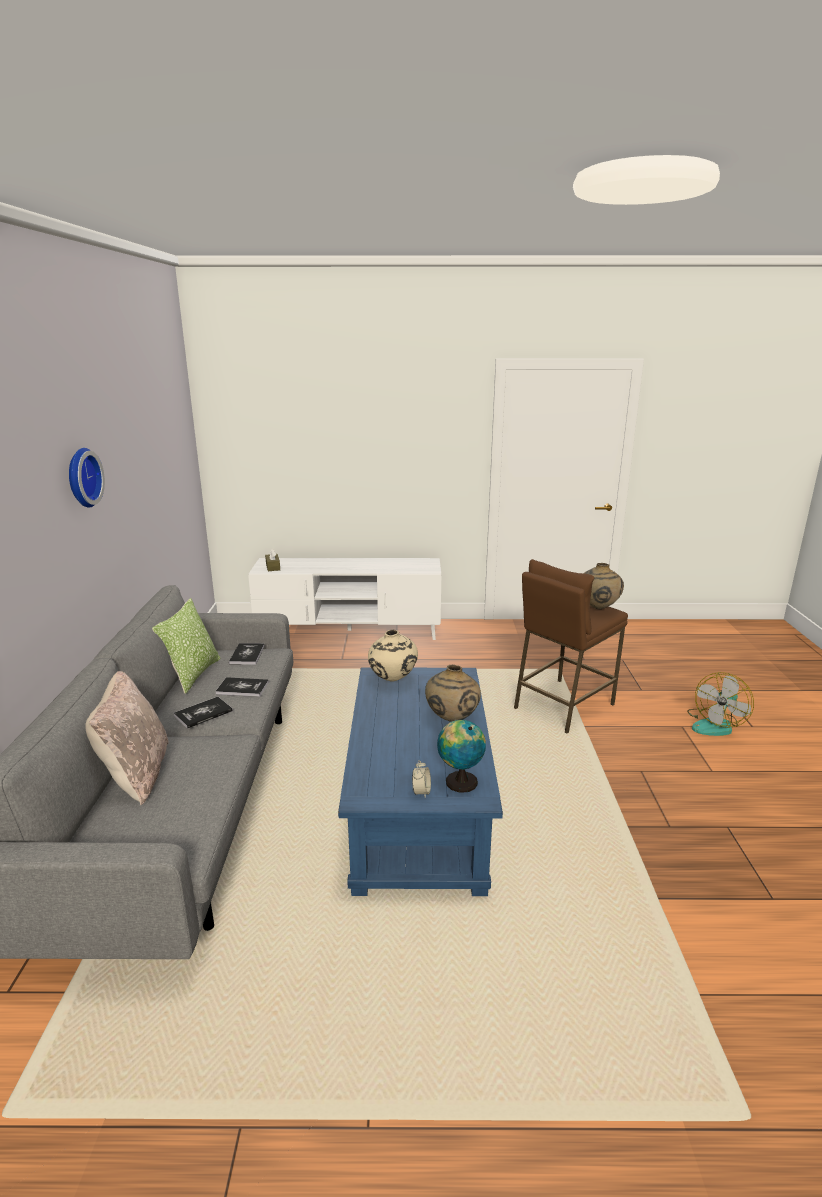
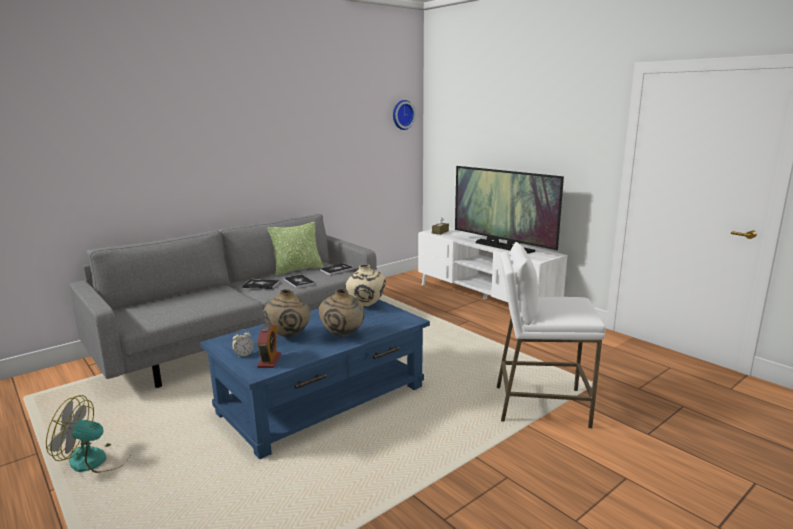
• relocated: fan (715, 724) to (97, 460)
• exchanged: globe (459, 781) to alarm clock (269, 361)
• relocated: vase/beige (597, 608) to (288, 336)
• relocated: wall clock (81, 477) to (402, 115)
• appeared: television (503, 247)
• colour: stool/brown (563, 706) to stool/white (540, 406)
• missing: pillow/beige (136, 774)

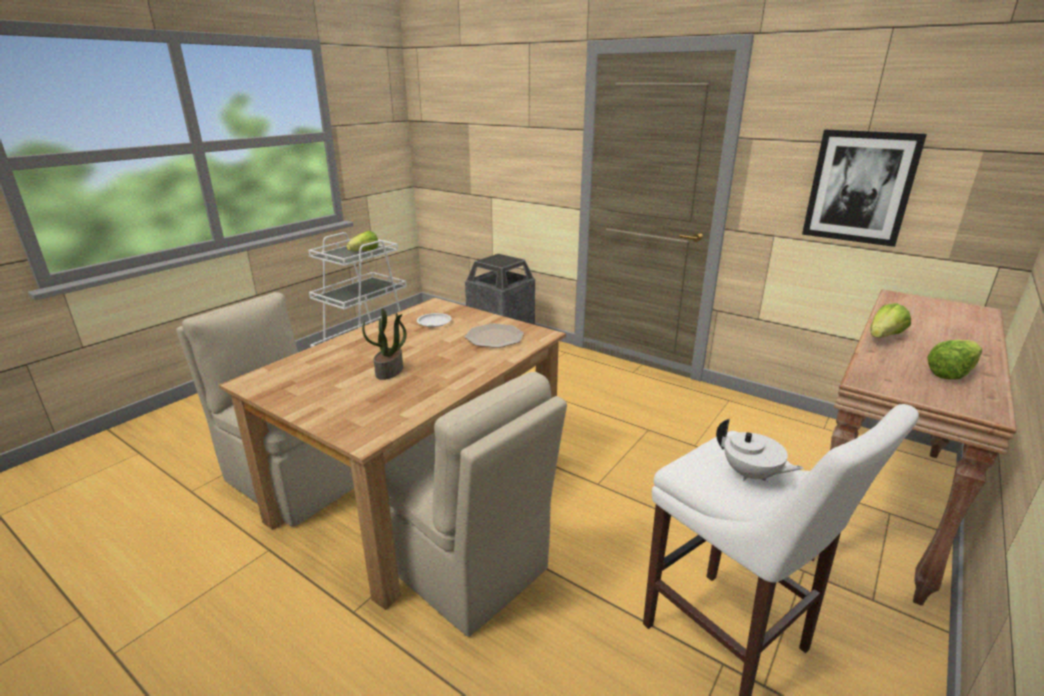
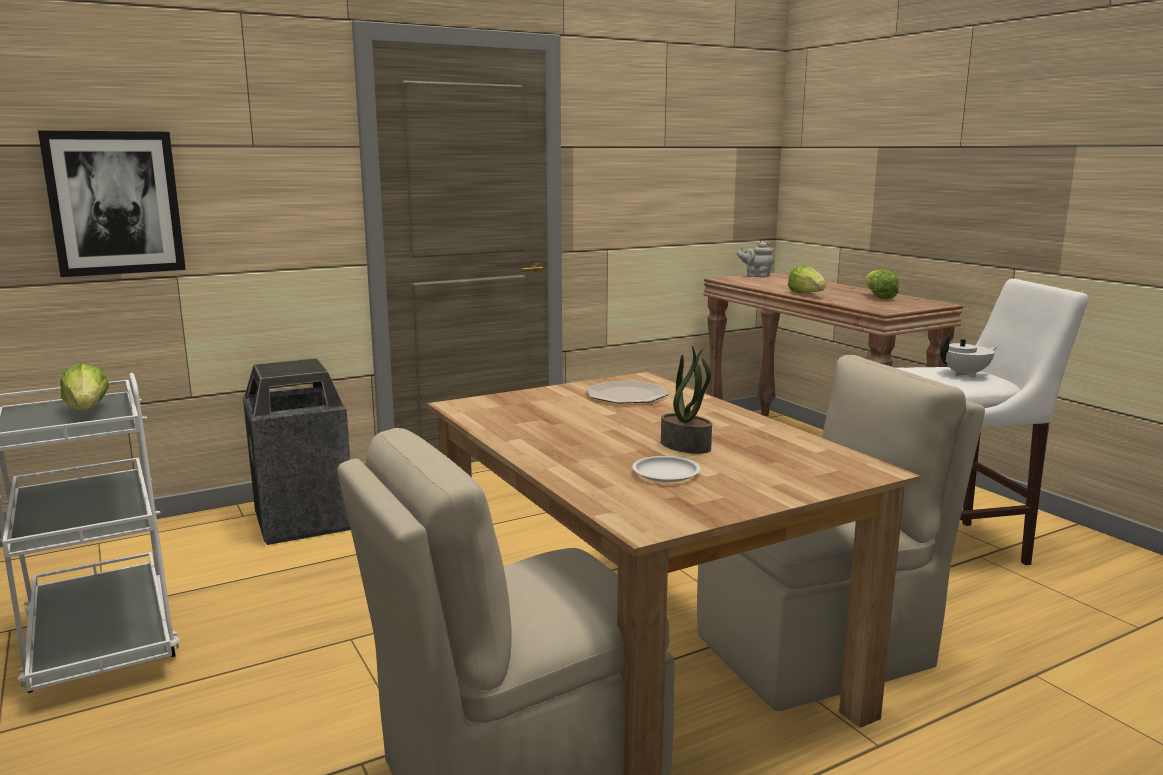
• relocated: picture (860, 187) to (115, 203)
• relocated: plate/white (434, 322) to (666, 473)
• appeared: teapot/grey (756, 276)

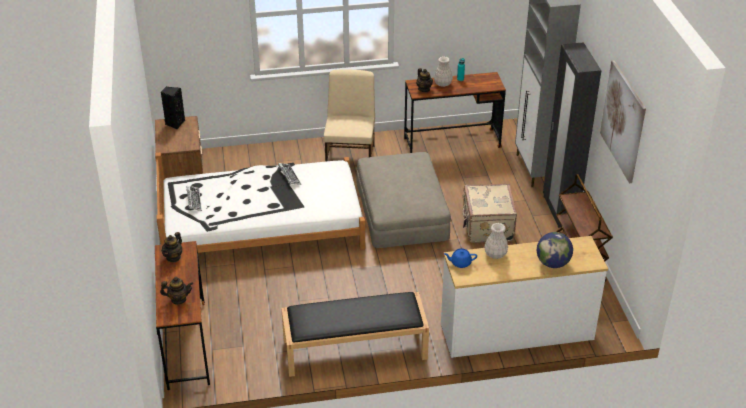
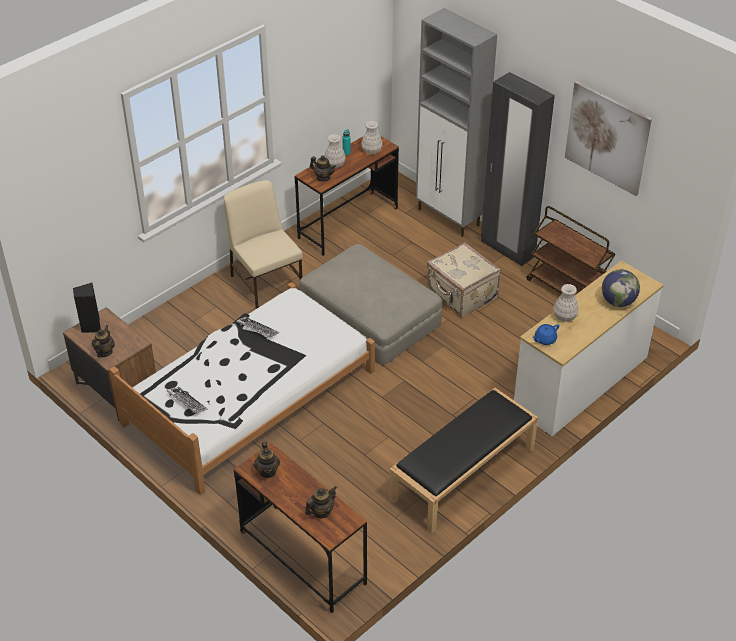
• appeared: teapot (104, 352)
• appeared: vase/white (371, 150)

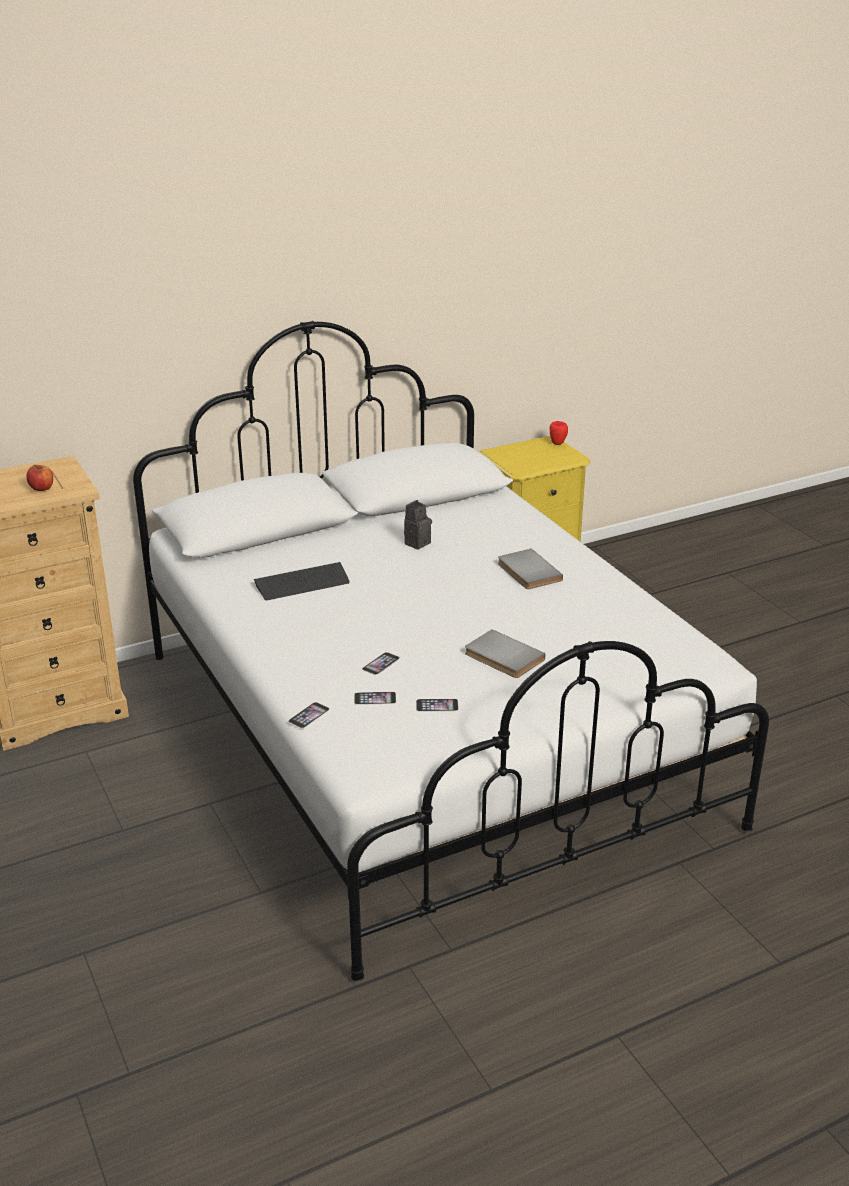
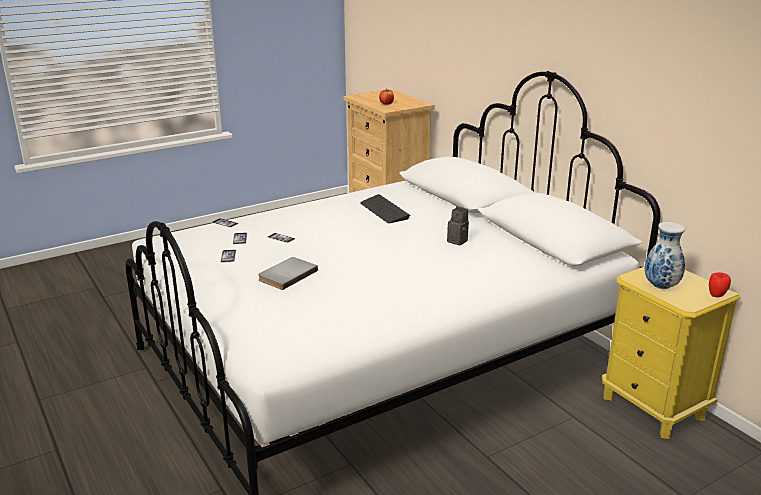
• appeared: vase (660, 286)
• missing: book/grey (527, 572)

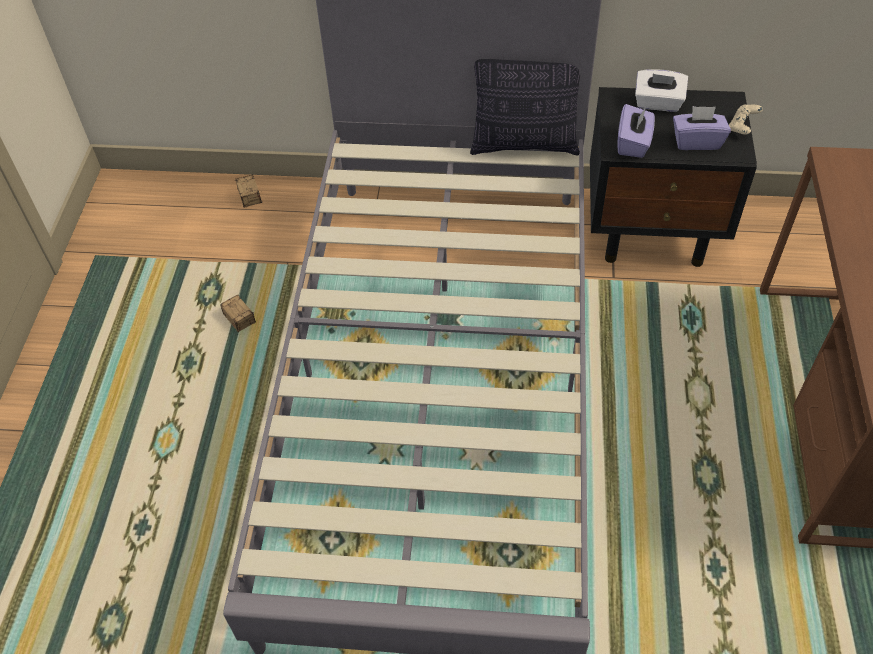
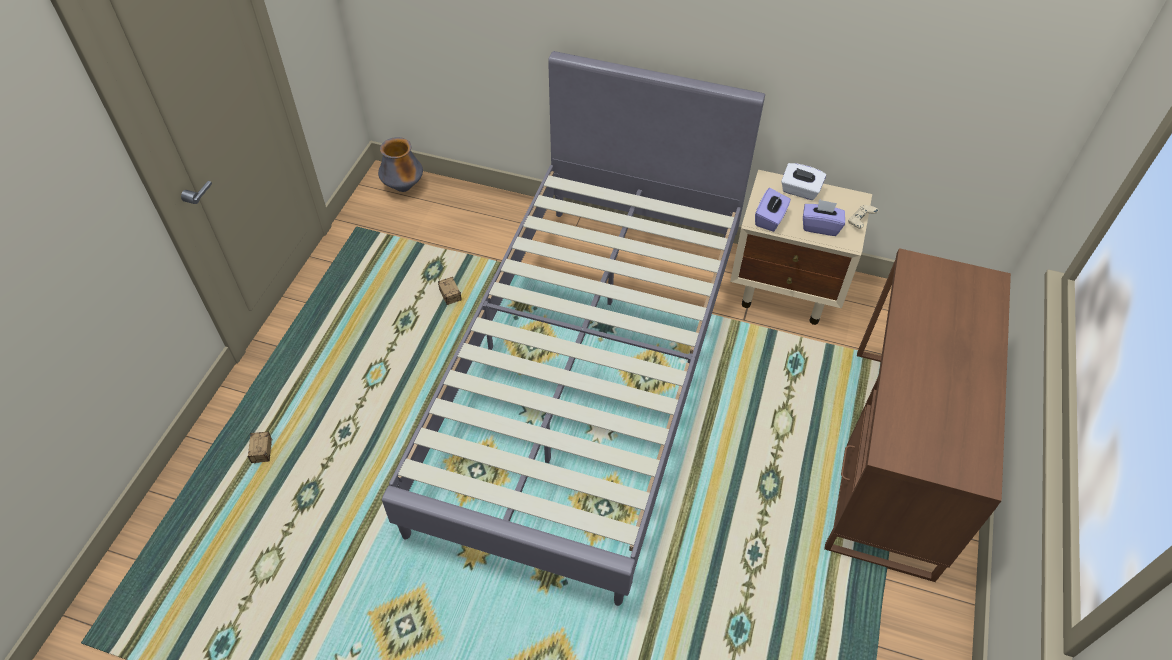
• relocated: storage box (254, 209) to (260, 467)
• appeared: vase (403, 187)
• colour: nightstand/black (653, 231) to nightstand/beige (787, 289)
• missing: pillow (524, 144)

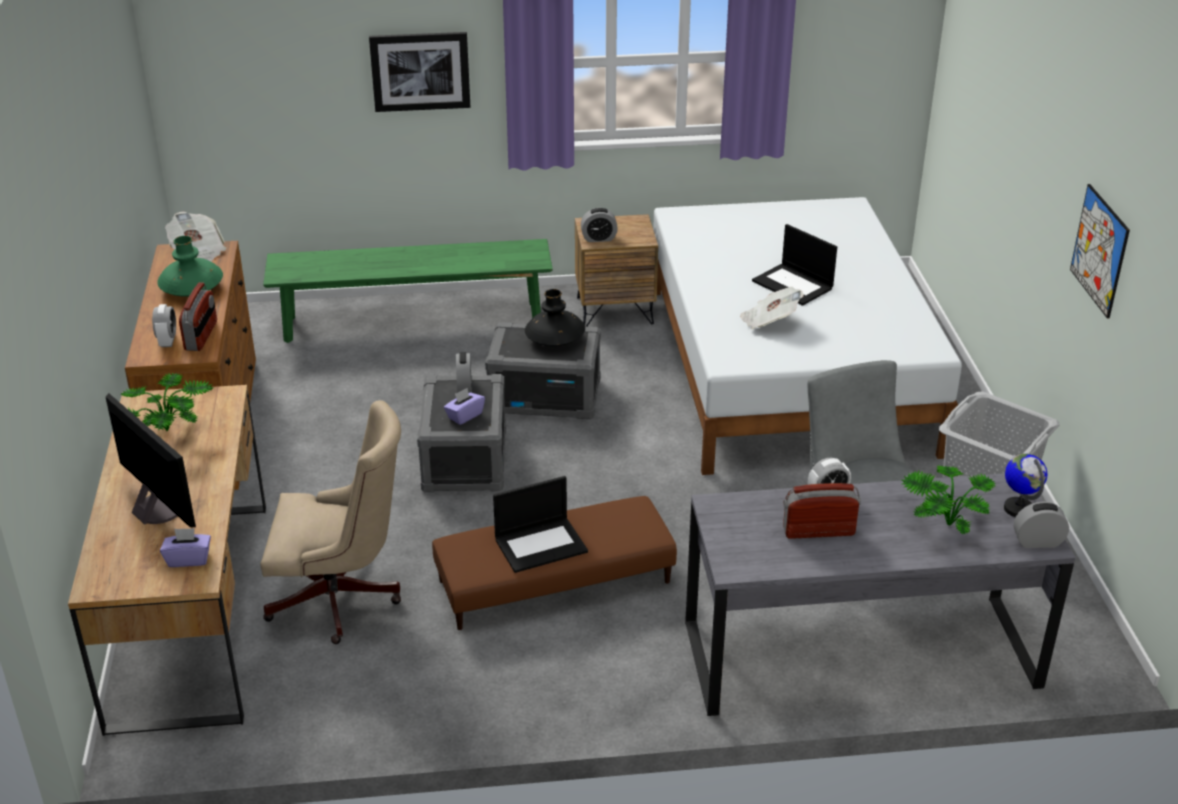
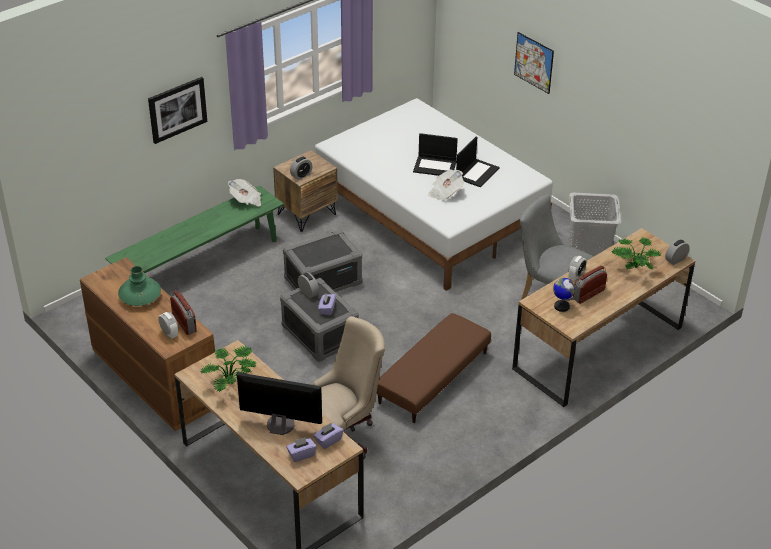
• relocated: newspaper (198, 252) to (246, 200)
• appeared: tissue box/purple (301, 454)
• relocated: laptop (541, 544) to (477, 173)
• colour: desk/grey (860, 654) to desk/brown (598, 348)
• relocated: picture (1099, 250) to (534, 62)
• relocated: globe (1018, 508) to (561, 306)
• missing: vase/black (555, 339)

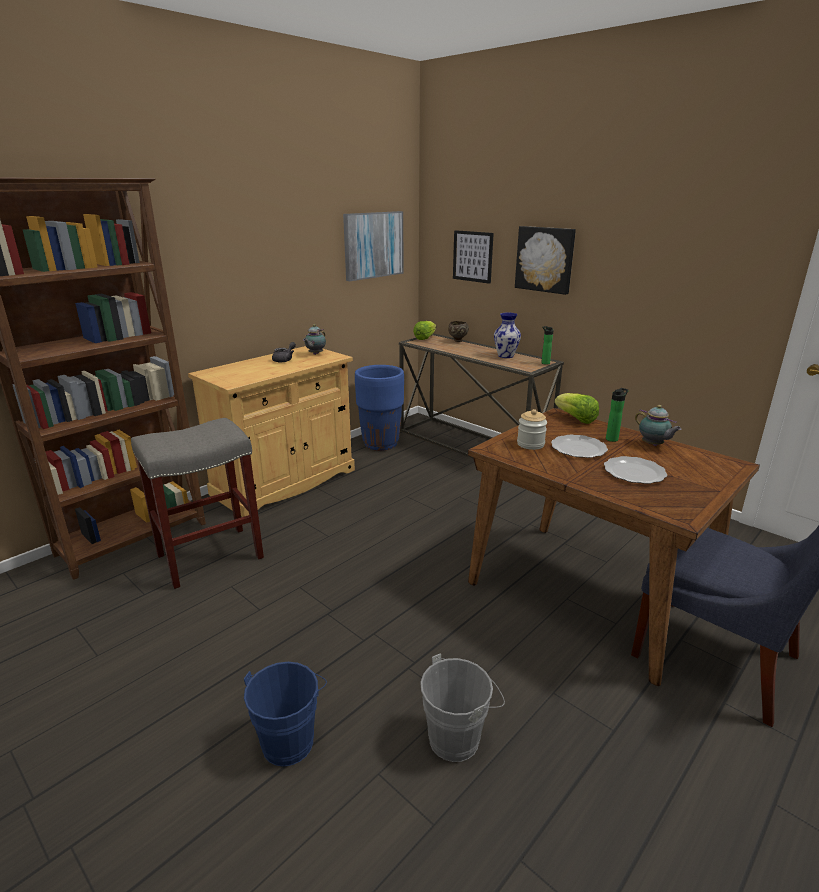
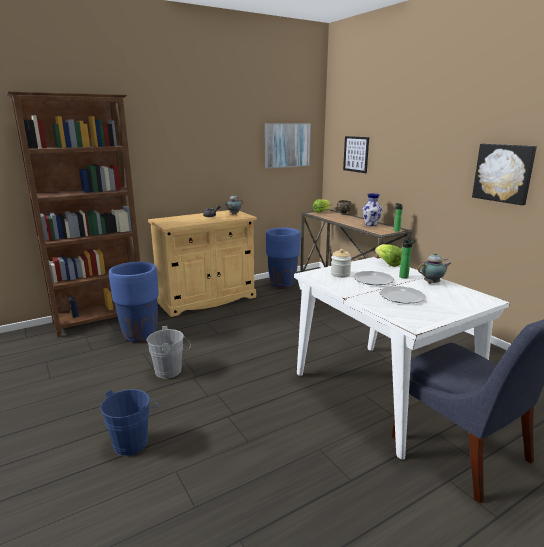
• exchanged: stool/grey (211, 555) to planter/blue (140, 335)
• relocated: bucket/grey (459, 737) to (171, 371)
• colour: dining table/brown (587, 592) to dining table/white (381, 392)
• spun: teapot (653, 445) = (432, 283) 90 degrees counterclockwise
• relocated: picture (545, 259) to (504, 173)

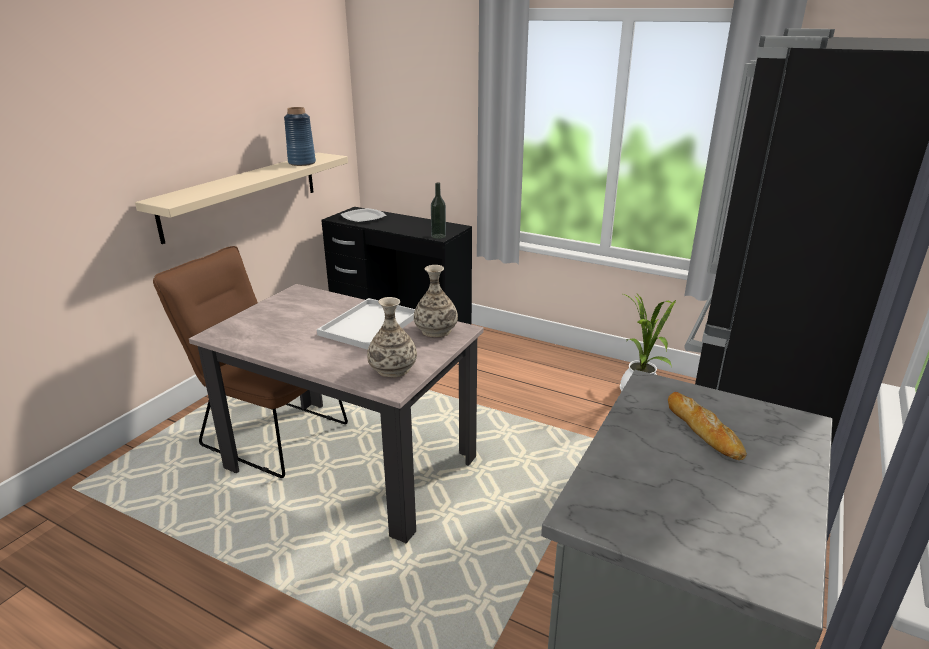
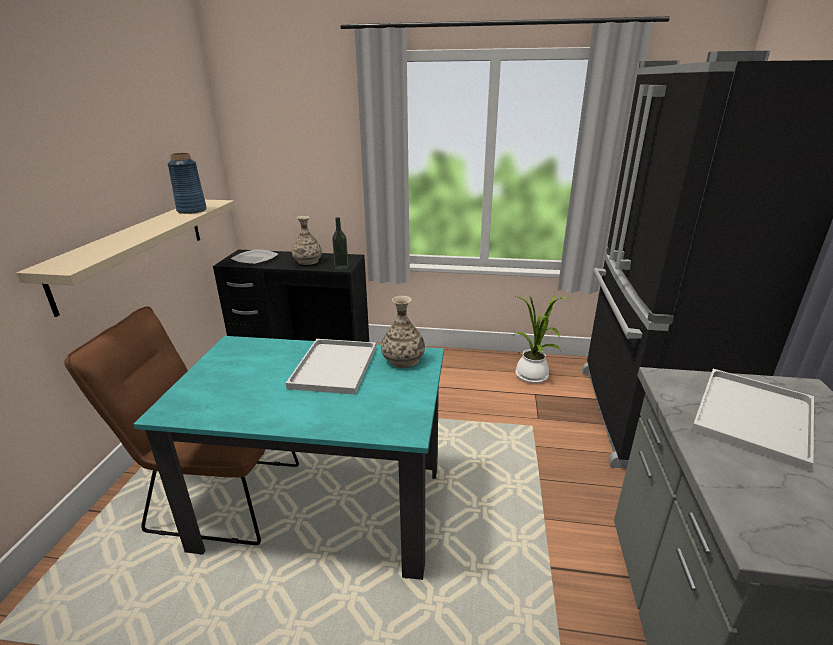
• colour: dining table/beige (351, 463) to dining table/turquoise (323, 507)
• relocated: vase (393, 369) to (308, 261)
• exchanged: bread (703, 430) to tray/white (751, 415)

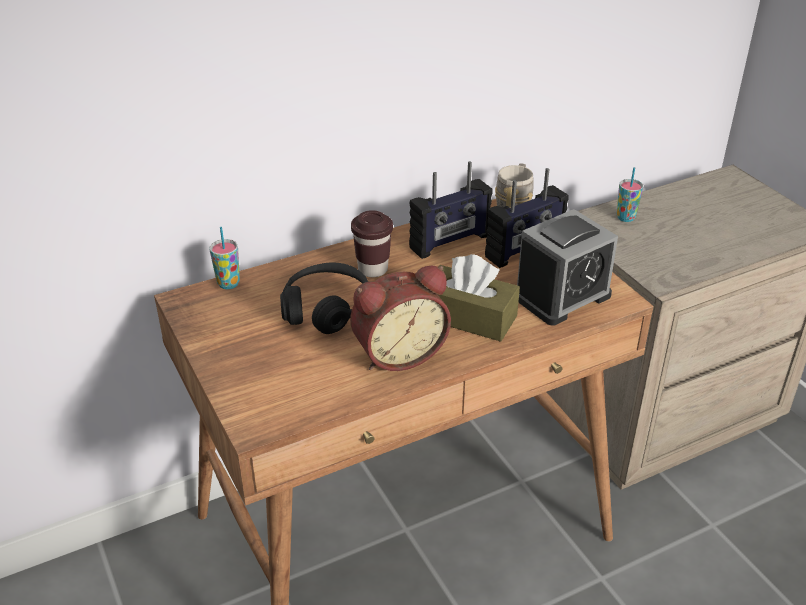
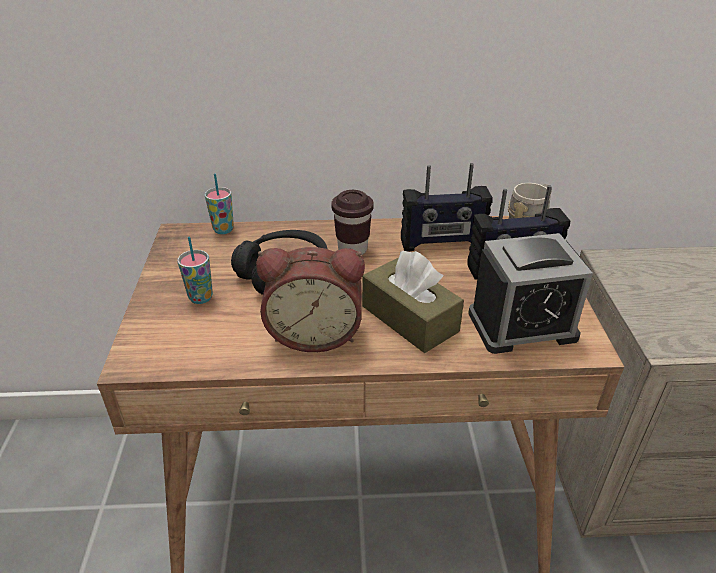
• relocated: cup (625, 218) to (201, 298)

